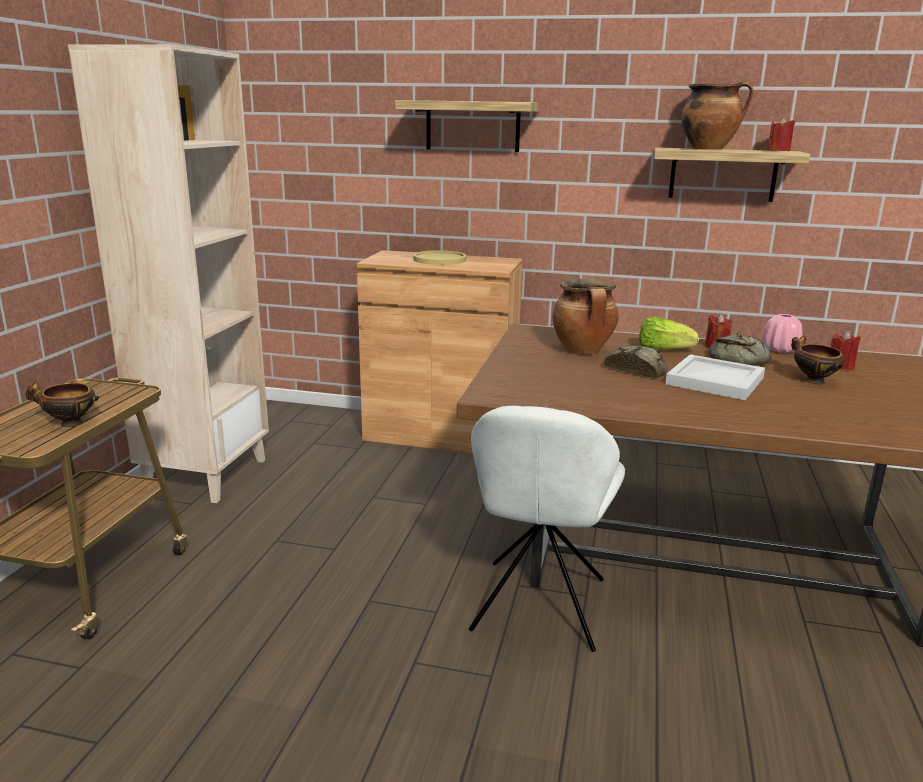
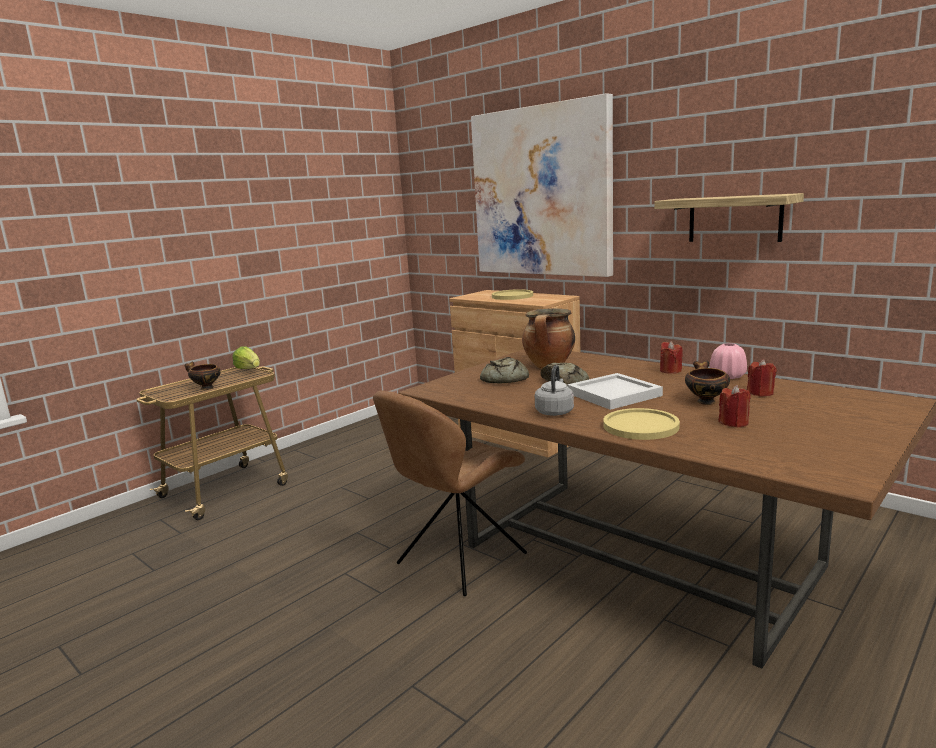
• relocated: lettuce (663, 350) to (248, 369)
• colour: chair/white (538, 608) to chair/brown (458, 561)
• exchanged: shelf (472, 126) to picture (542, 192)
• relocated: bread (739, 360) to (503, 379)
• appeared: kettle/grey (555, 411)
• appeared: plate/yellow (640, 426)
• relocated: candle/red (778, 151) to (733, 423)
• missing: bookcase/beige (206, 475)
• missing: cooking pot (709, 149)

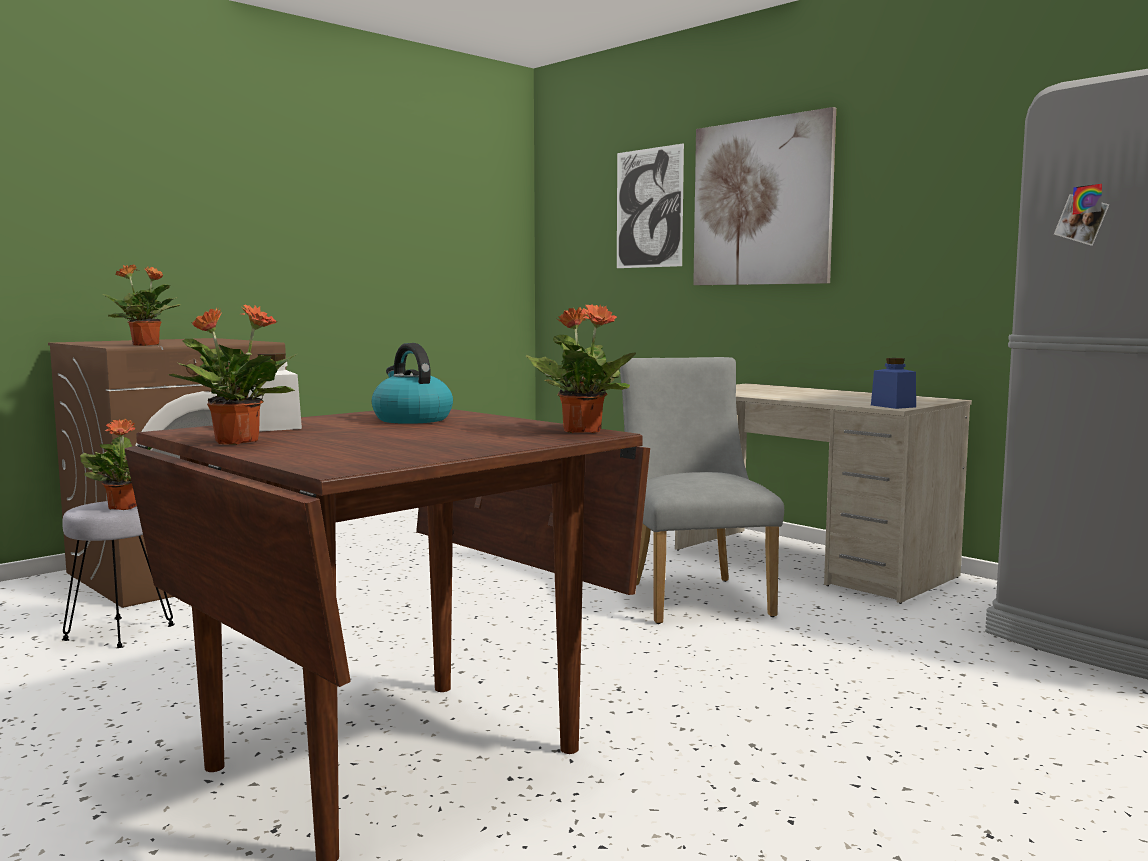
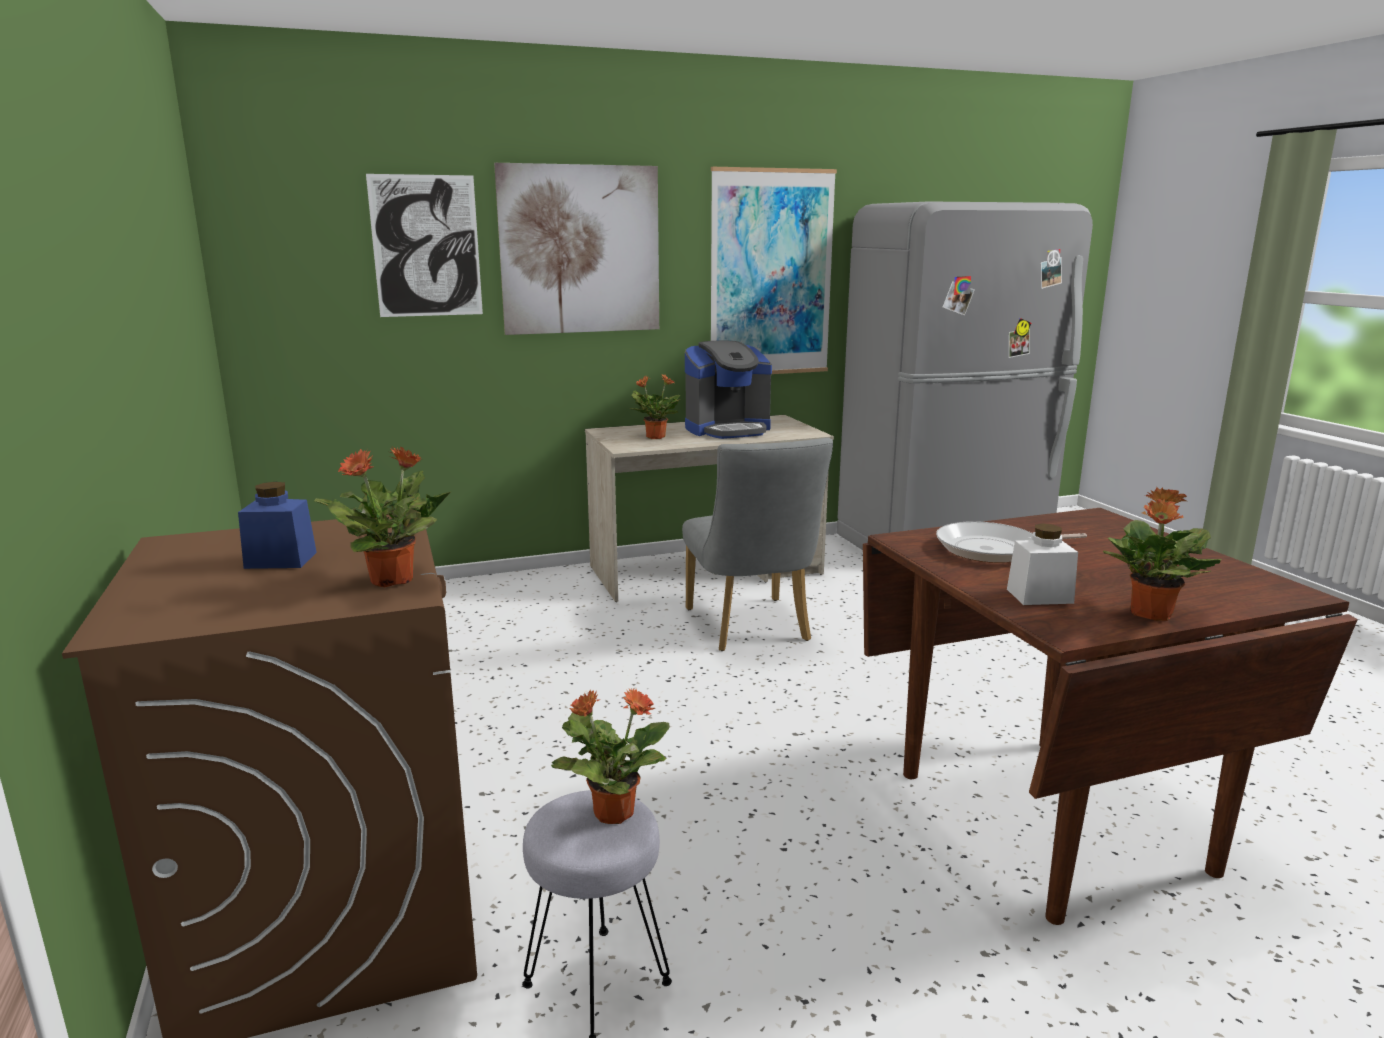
• relocated: jar/blue (893, 406) to (281, 560)
• relocated: potted plant (582, 431) to (655, 437)
• spun: chair/grey (693, 596) = (751, 628) 120 degrees counterclockwise
• appeared: coffee machine (728, 429)
• appeared: picture (771, 274)
• exchanged: kettle (411, 419) to frying pan (994, 549)

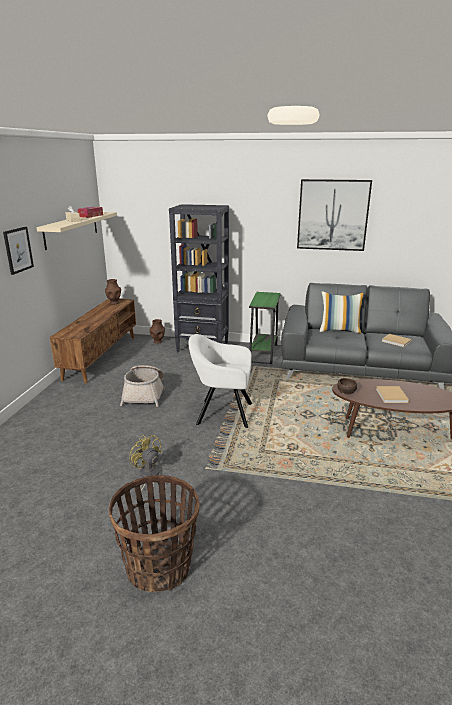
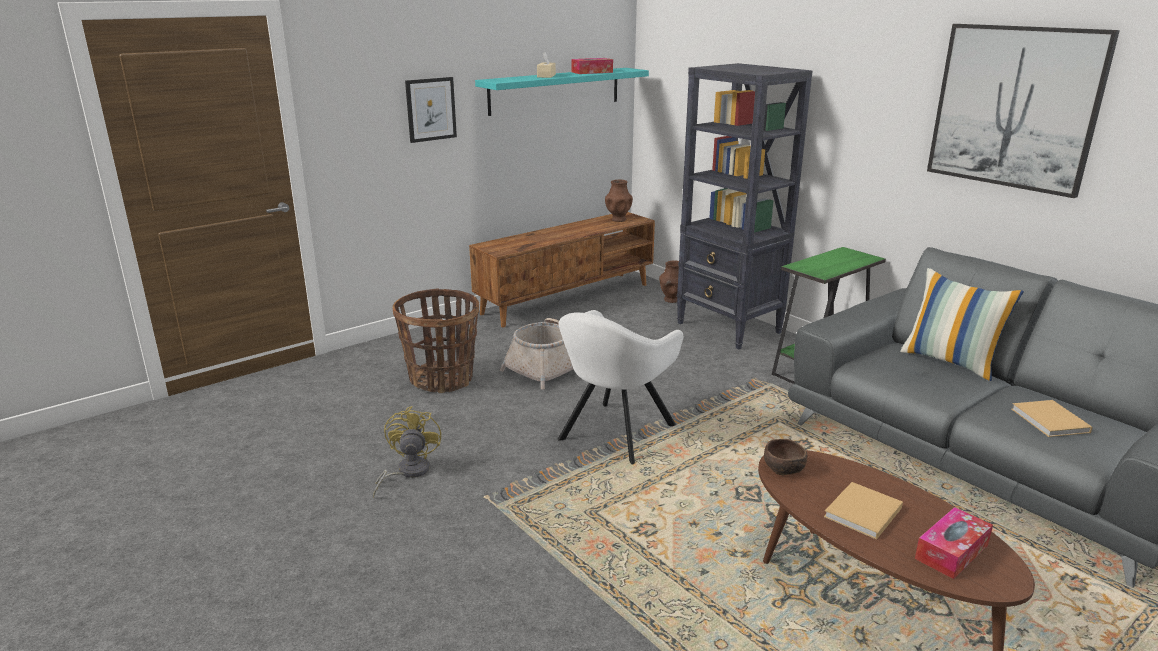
• relocated: basket (159, 567) to (442, 379)
• colour: shelf/beige (71, 229) to shelf/turquoise (555, 90)
• spun: armchair/white (222, 413) = (614, 434) 105 degrees counterclockwise
• appeared: tissue box (951, 552)

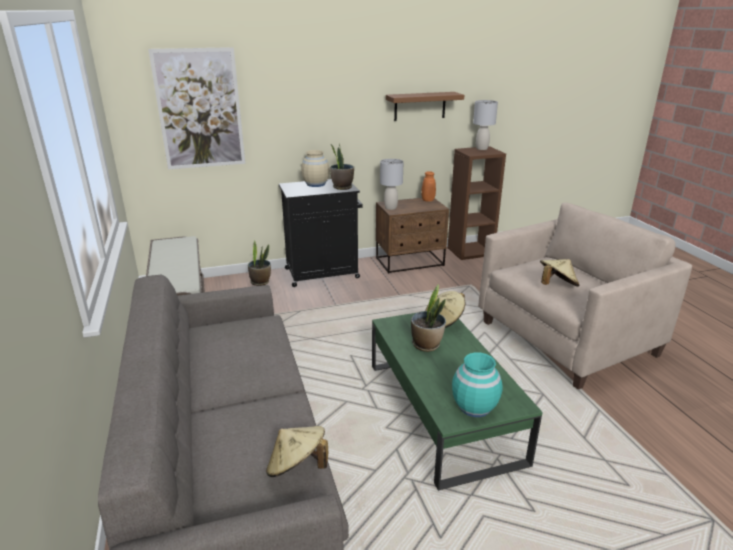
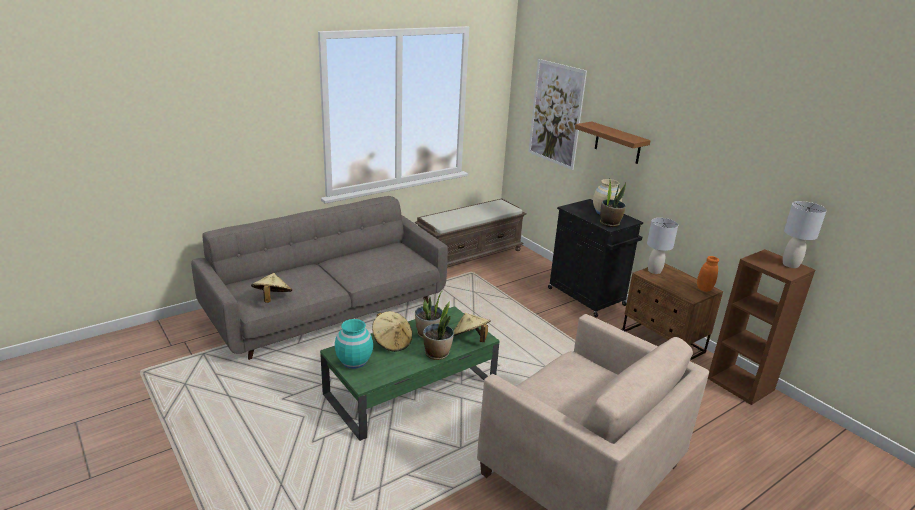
• relocated: hat/beige (556, 286) to (392, 342)
• relocated: potted plant (260, 282) to (437, 354)
• relocated: shelf/brown (420, 106) to (617, 143)

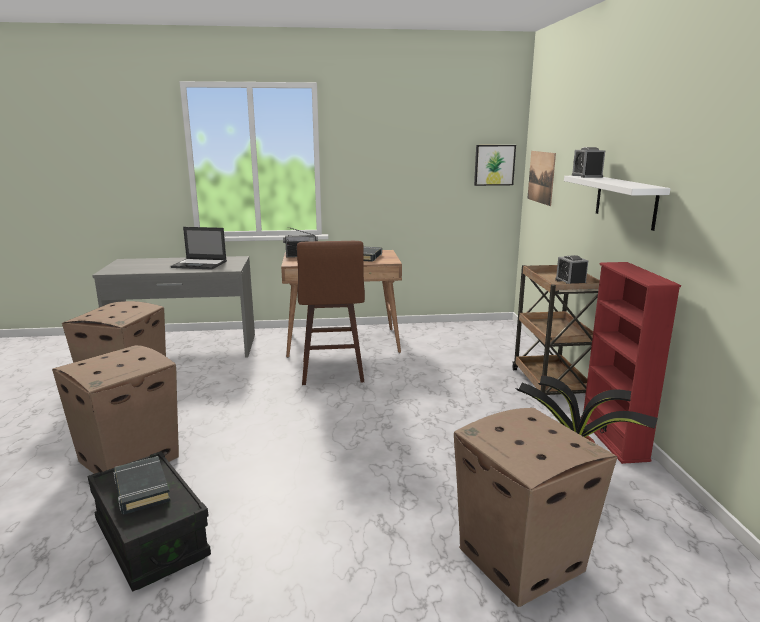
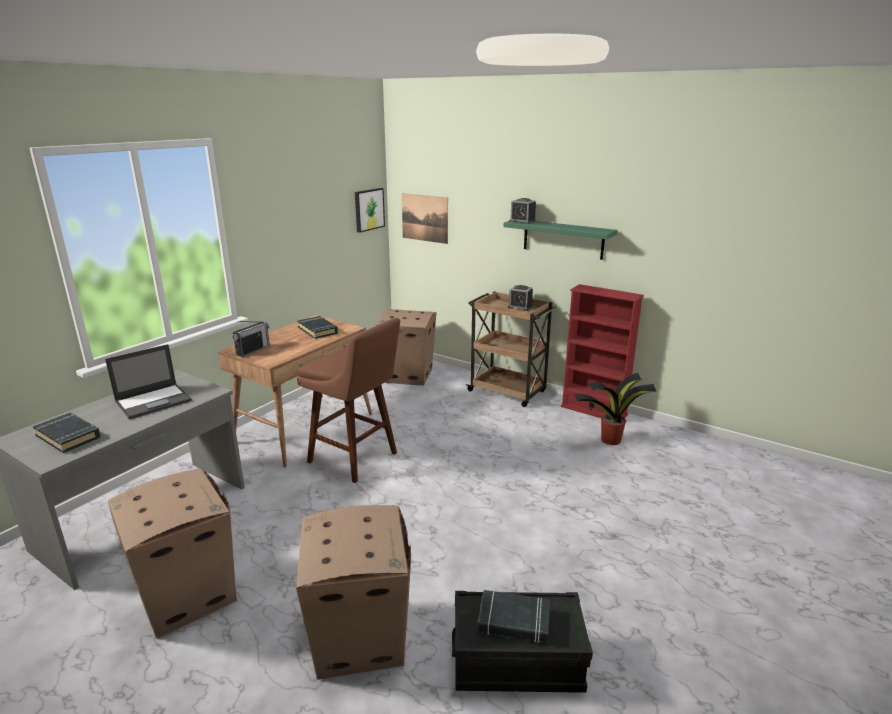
• appeared: book/black (68, 436)
• relocated: cardboard box (522, 560) to (409, 375)
• colour: shelf/white (625, 201) to shelf/green (563, 239)

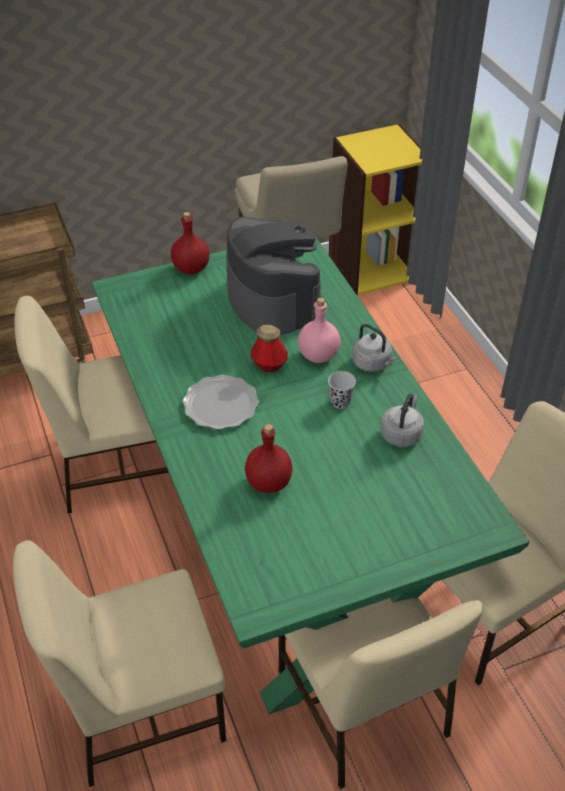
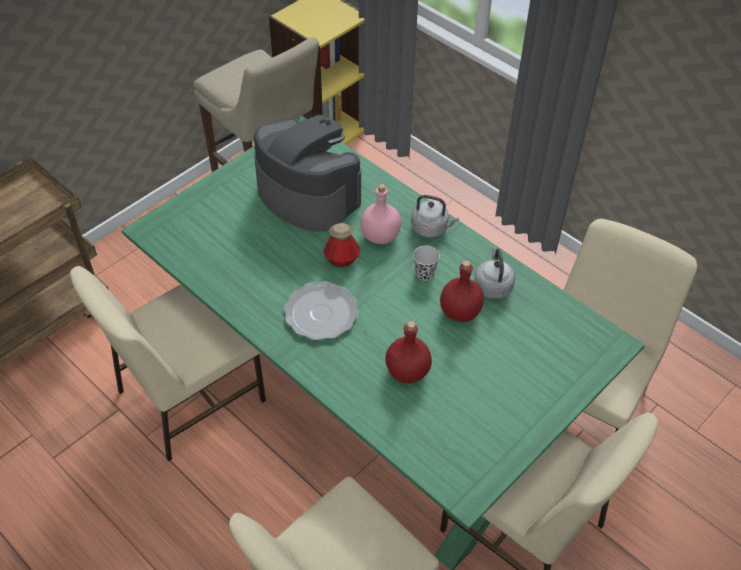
• relocated: bottle/red (191, 268) to (459, 311)

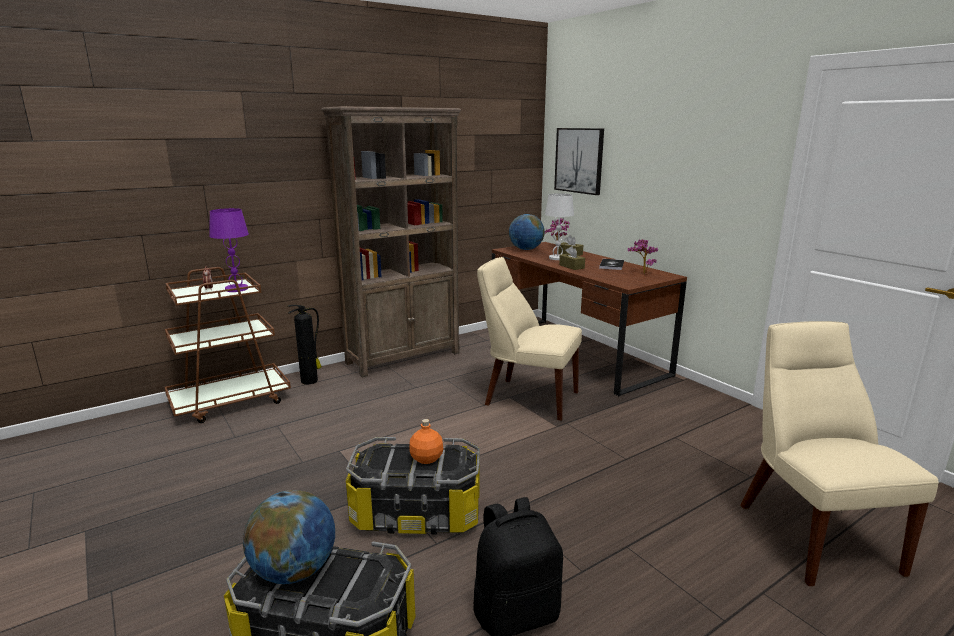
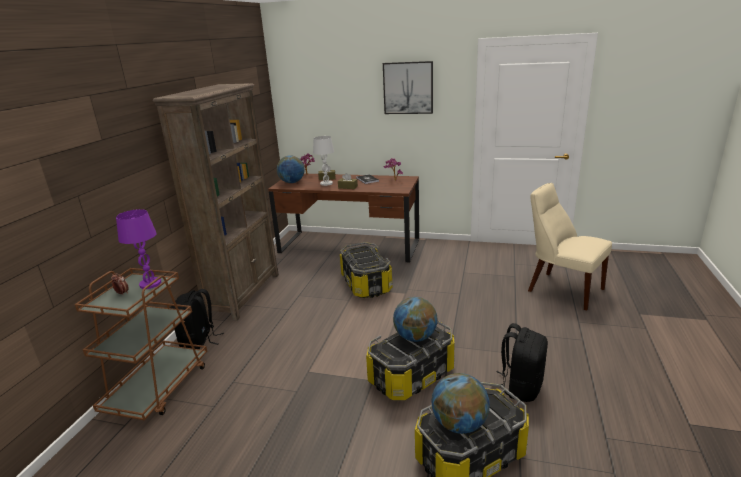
• exchanged: fire extinguisher (310, 380) to backpack/black (199, 341)
• exchanged: chair/beige (527, 397) to storage box (365, 284)
• relocated: picture (579, 160) to (408, 88)
• exchanged: bottle/orange (426, 459) to globe (415, 337)

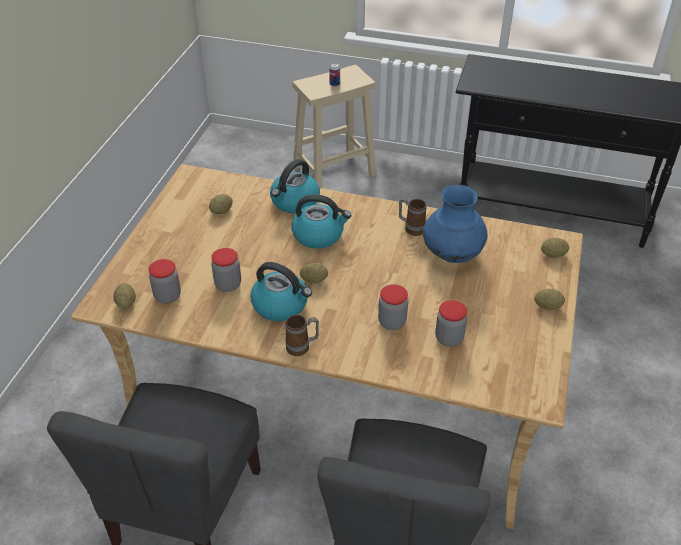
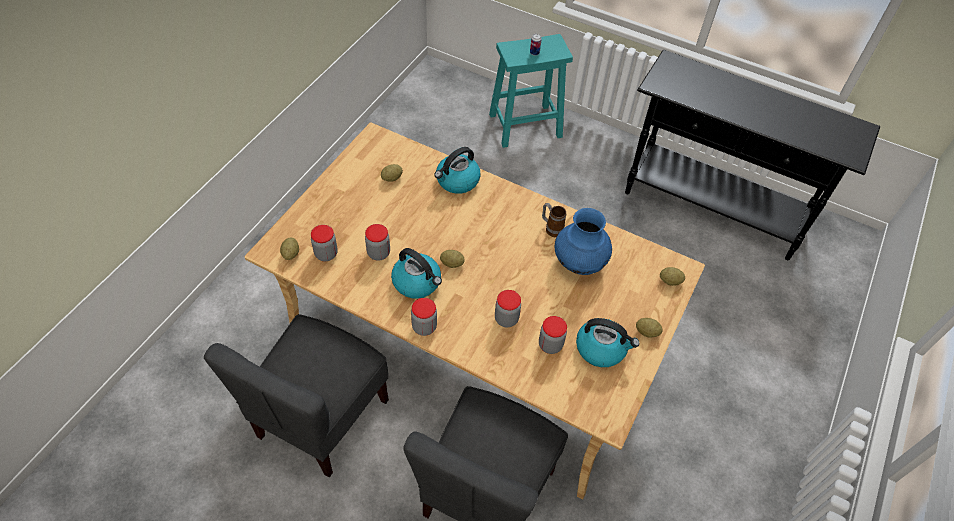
• exchanged: mug (302, 347) to jar (424, 327)
• colour: stool/beige (335, 170) to stool/turquoise (526, 125)
• relocated: kettle (319, 235) to (601, 348)

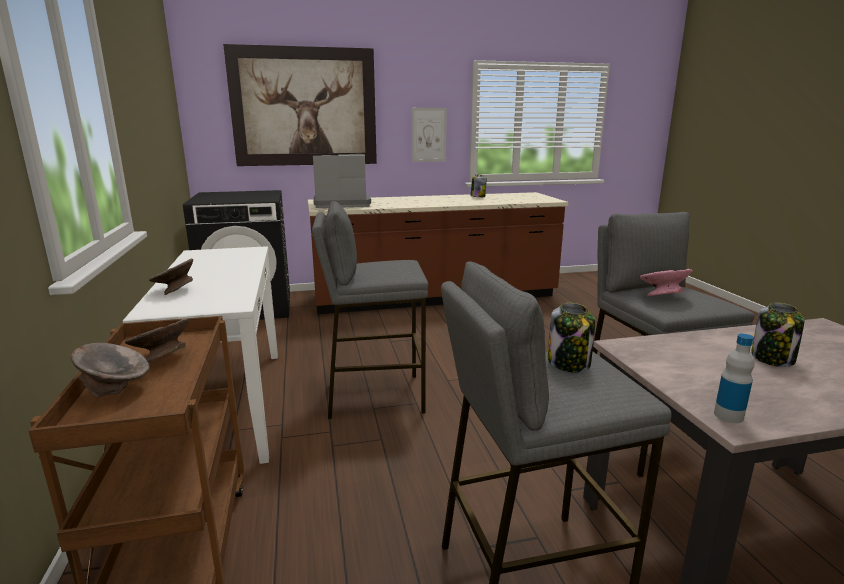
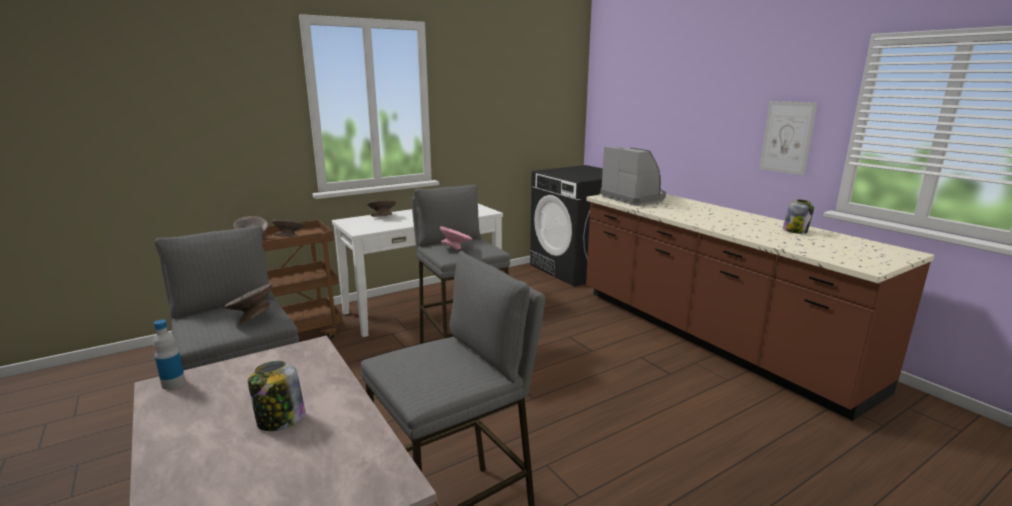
• exchanged: jar (569, 363) to bowl/grey (252, 317)
• relocated: bowl/pink (661, 296) to (455, 249)
• missing: picture (304, 107)

